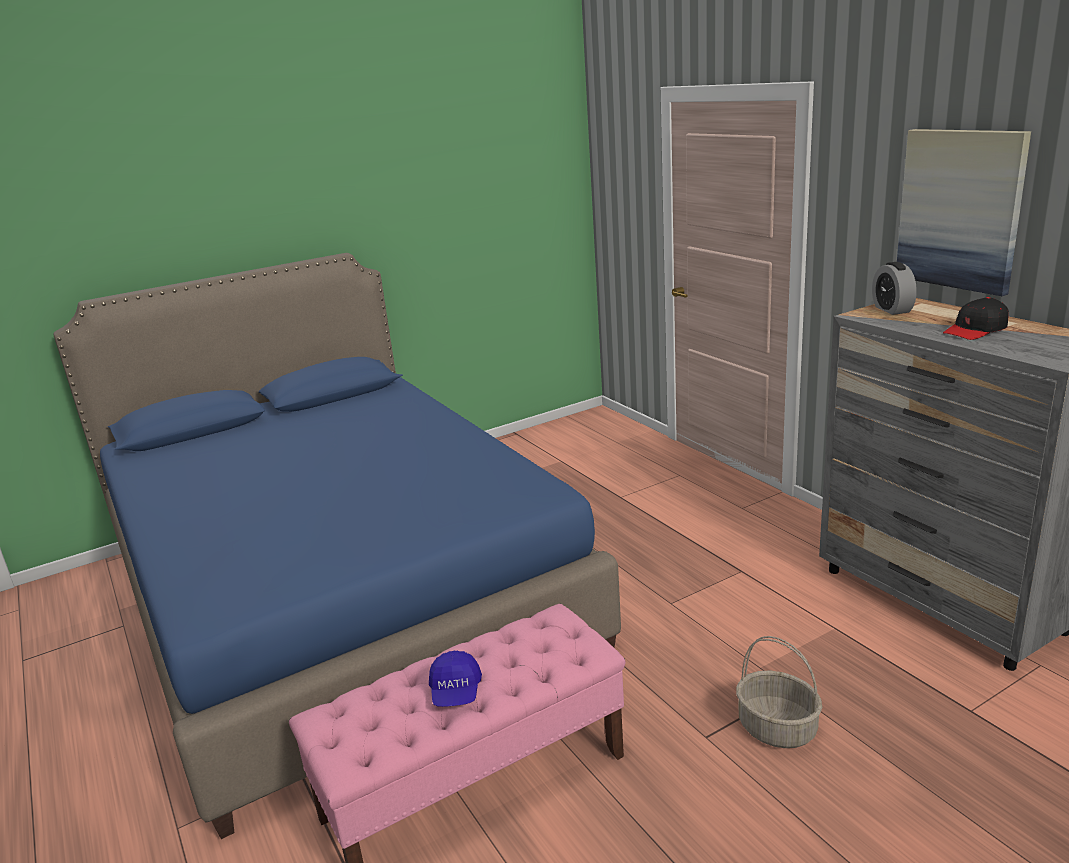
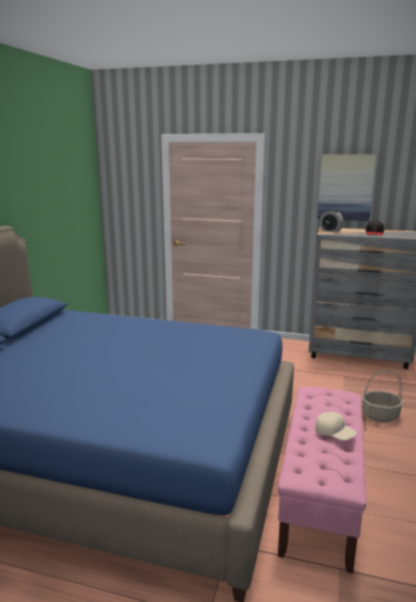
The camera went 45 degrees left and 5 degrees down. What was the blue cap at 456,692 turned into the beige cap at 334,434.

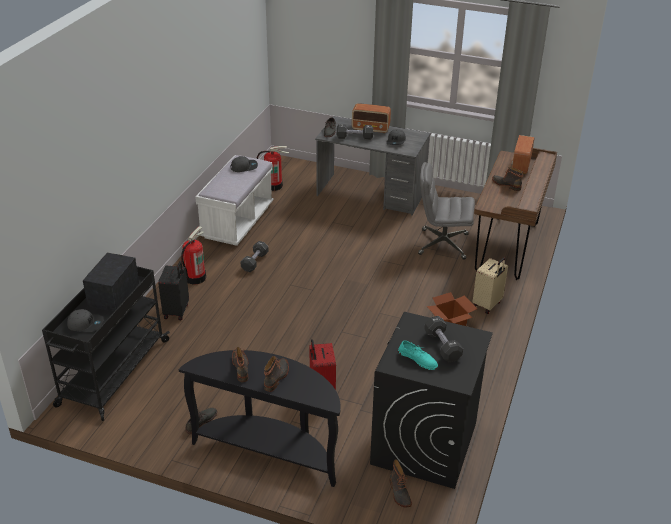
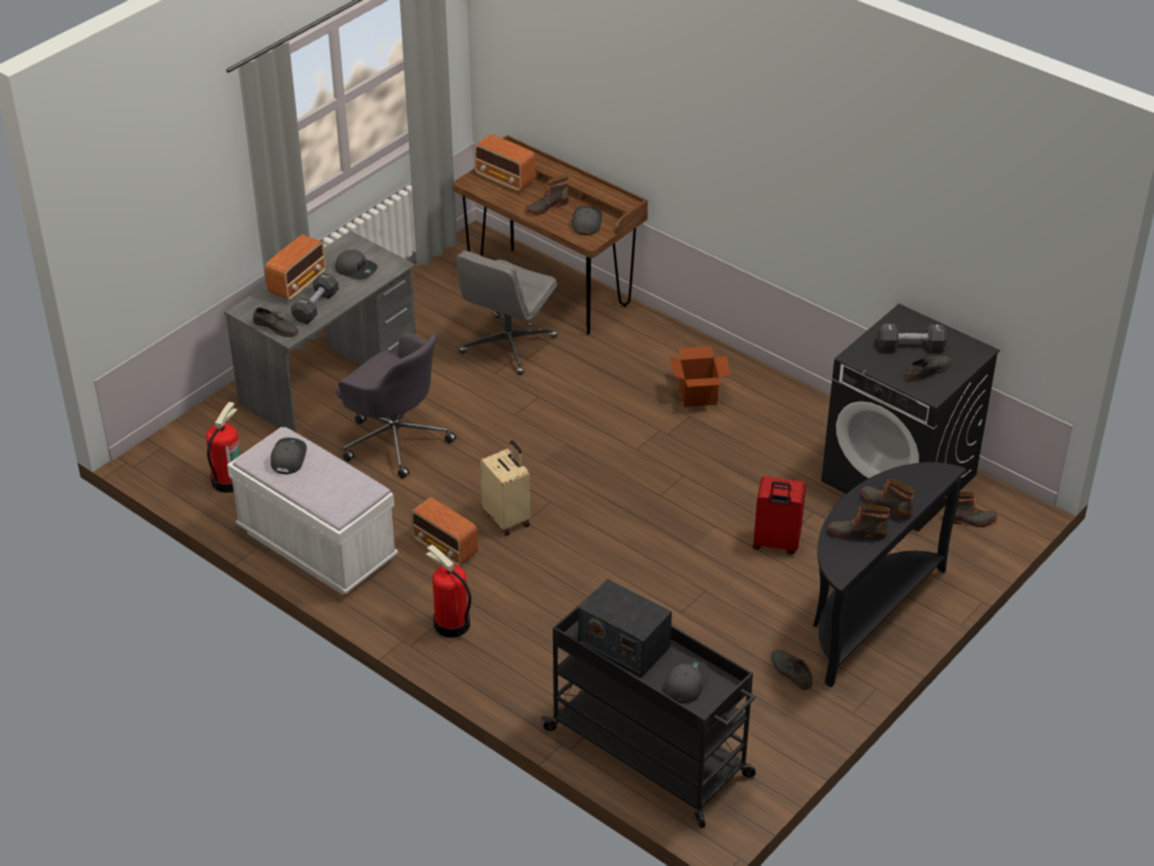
The camera went 70 degrees left and 5 degrees up. The second view lost the black suitcase at 177,311. The second view gained the grey office chair at 395,439. The second view gained the grey cap at 586,223. The beige suitcase ended up elsewhere, having gone from 487,305 to 507,518. Where the black dumbbell stood at 255,262, the radio came to stand at 445,548. What was the turquoise shoe at 418,359 turned into the grey shoe at 927,370.

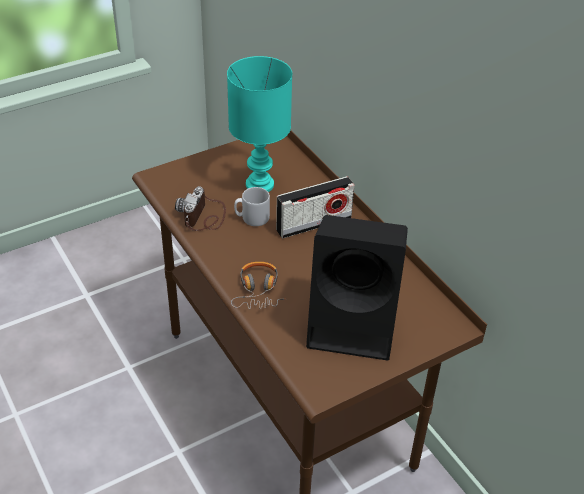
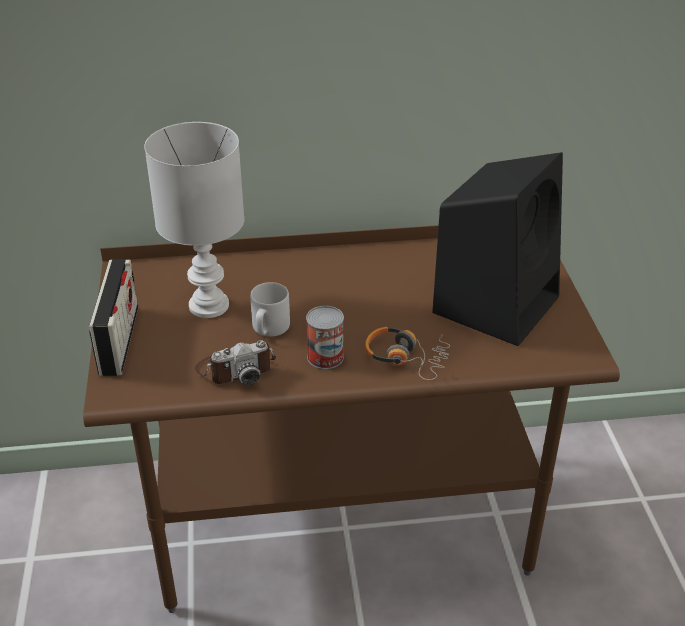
The camera went 65 degrees left and 5 degrees down. The second view gained the can at 325,357. The radio ended up elsewhere, having gone from 314,224 to 119,340. What was the turquoise table lamp at 258,185 turned into the white table lamp at 209,307. The photo camera at 204,216 ended up facing another way, 60 degrees counterclockwise from before.

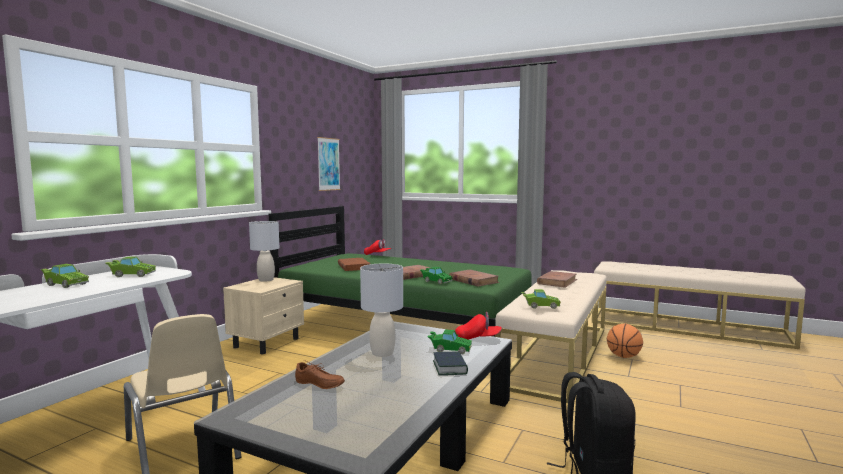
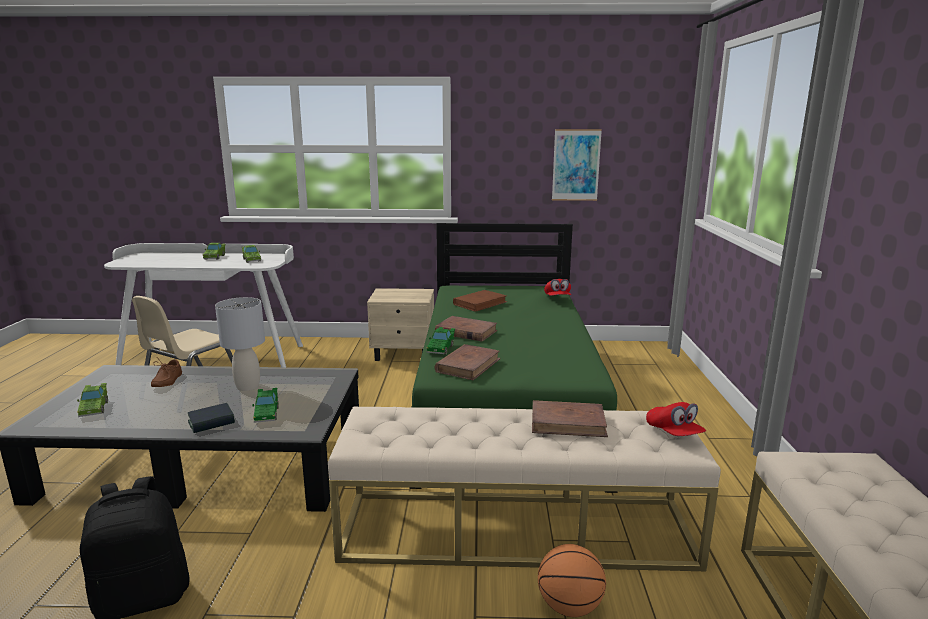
The camera went 65 degrees right and 10 degrees up. The second view lost the grey table lamp at 265,280. The red cap ended up elsewhere, having gone from 478,339 to 674,433. The green toy car ended up elsewhere, having gone from 540,306 to 94,408.

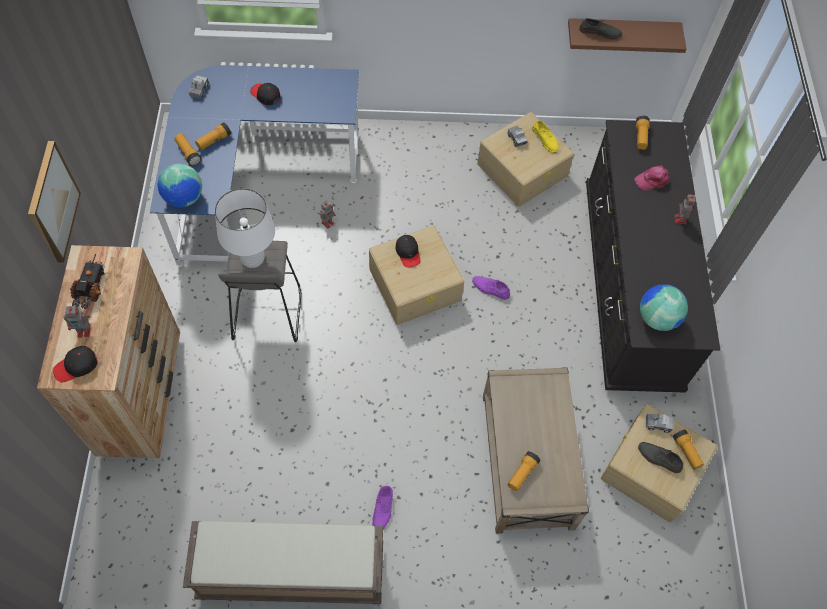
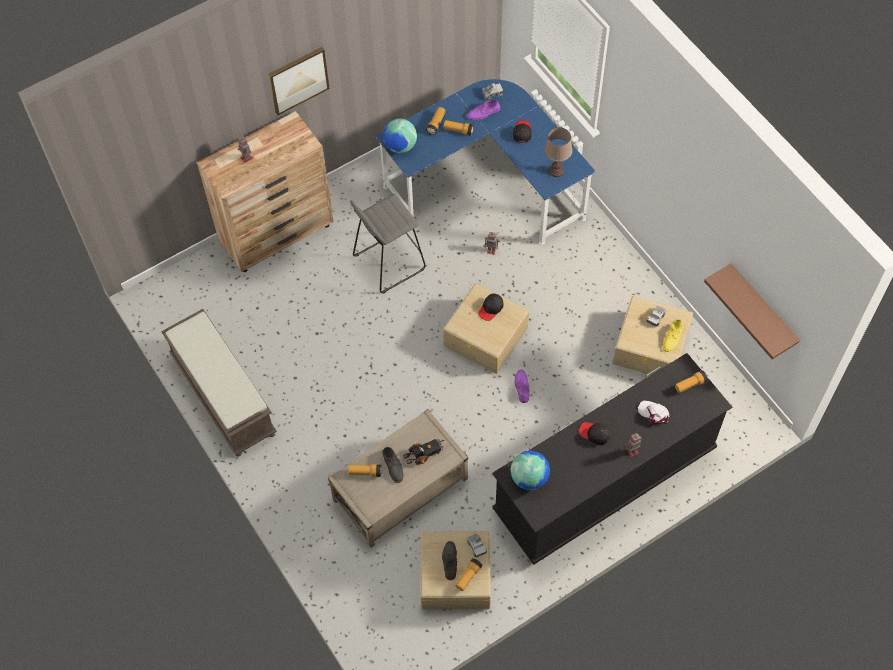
The camera went 60 degrees right and 0 degrees up. The second view lost the white table lamp at 252,258. The second view gained the brown table lamp at 556,170. The black cap ended up elsewhere, having gone from 76,366 to 594,434. The toy truck ended up elsewhere, having gone from 91,288 to 424,454. The purple shoe ended up elsewhere, having gone from 383,509 to 483,113. The grey shoe ended up elsewhere, having gone from 600,32 to 393,465. What was the pink cap at 652,180 turned into the white cap at 654,413.

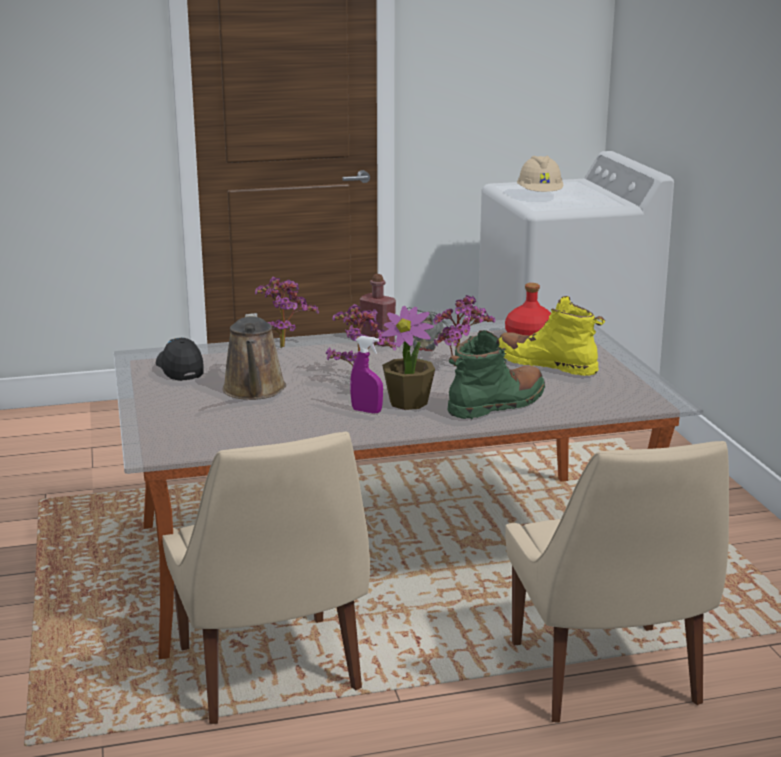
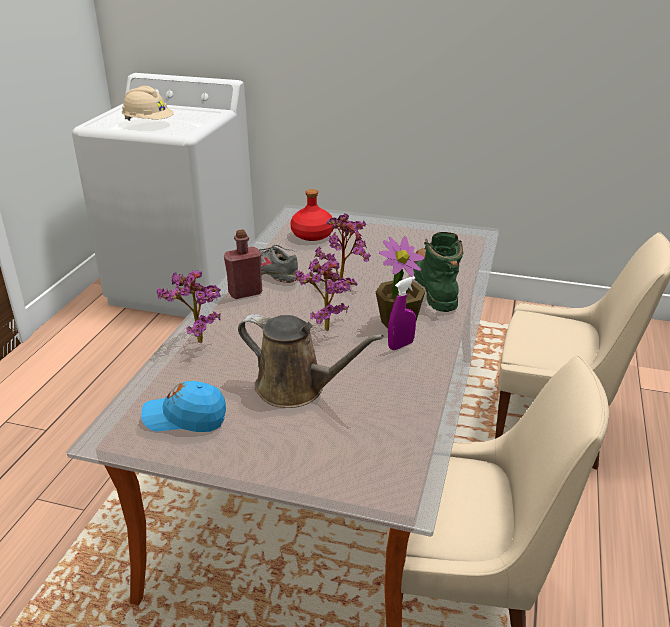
The camera went 60 degrees left and 10 degrees up. The second view lost the yellow boot at 546,365. What was the black cap at 180,369 turned into the blue cap at 185,418.

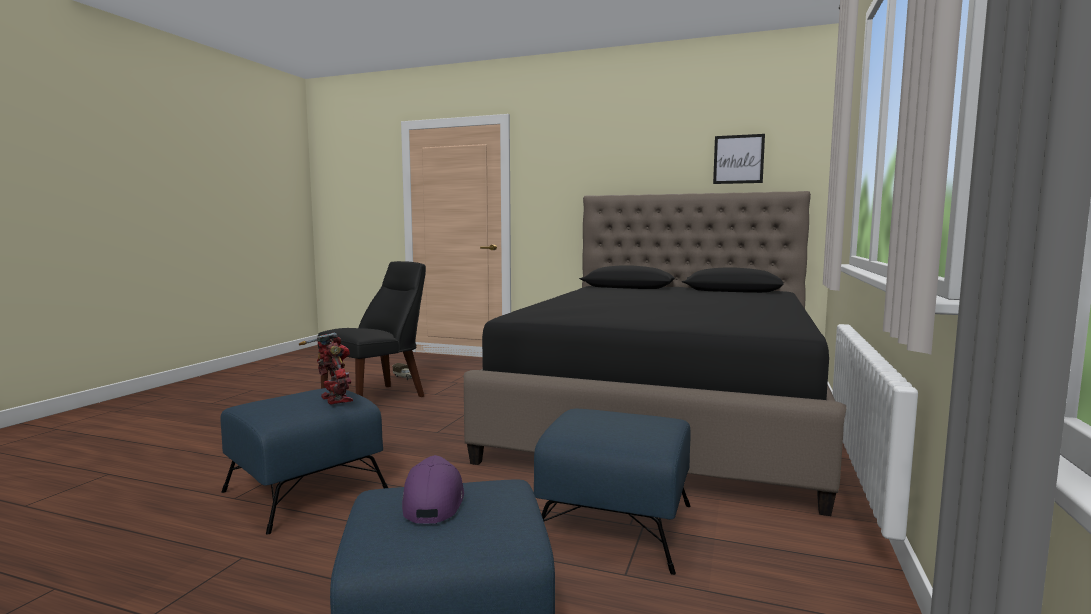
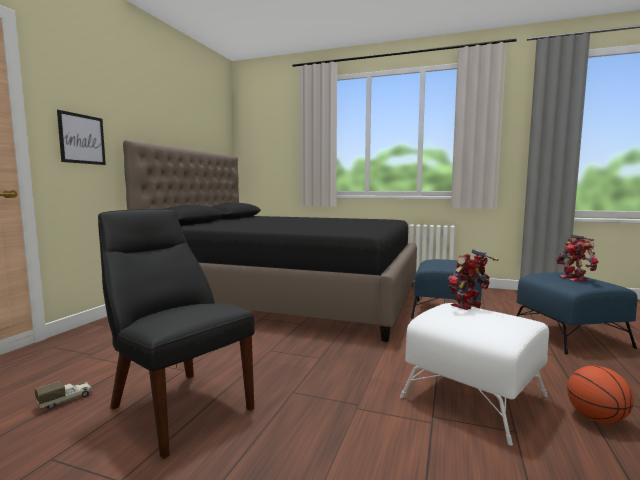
The camera went 90 degrees left and 0 degrees up. The second view gained the basketball at 596,418. The picture ended up elsewhere, having gone from 738,159 to 82,139. Where the purple cap stood at 432,501, the toy robot came to stand at 574,278. What was the blue ottoman at 304,491 turned into the white ottoman at 474,397.

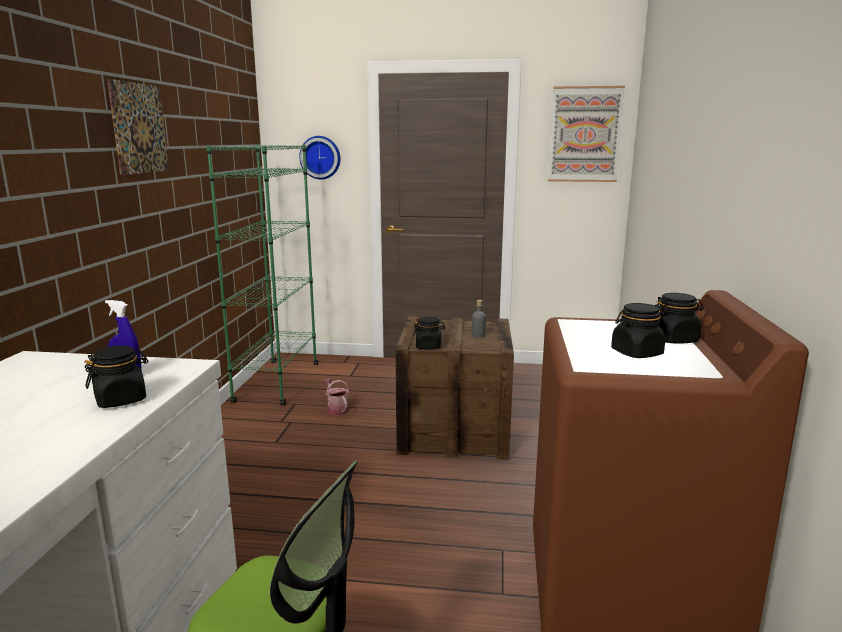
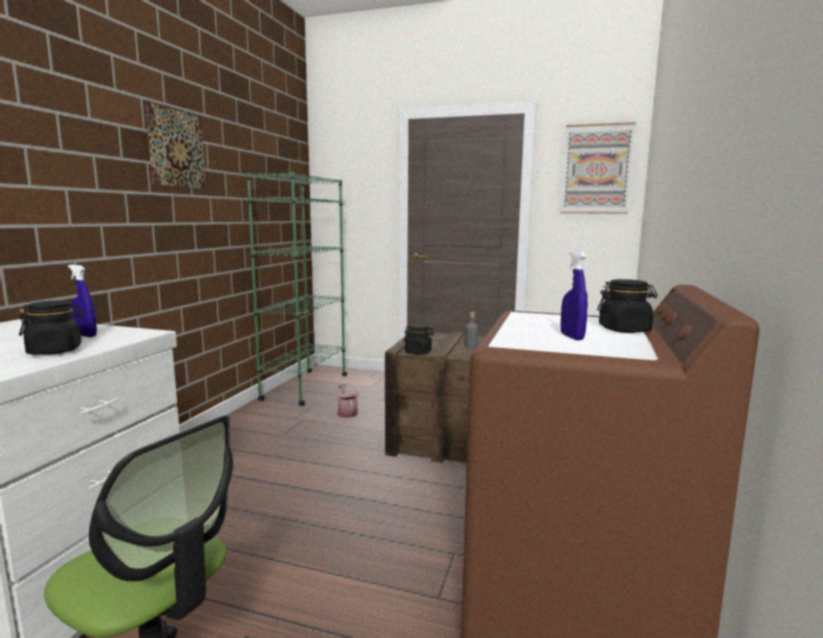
The camera went 10 degrees right and 5 degrees down. The second view lost the wall clock at 321,157. Where the black jar stood at 636,353, the blue spray bottle came to stand at 572,337.

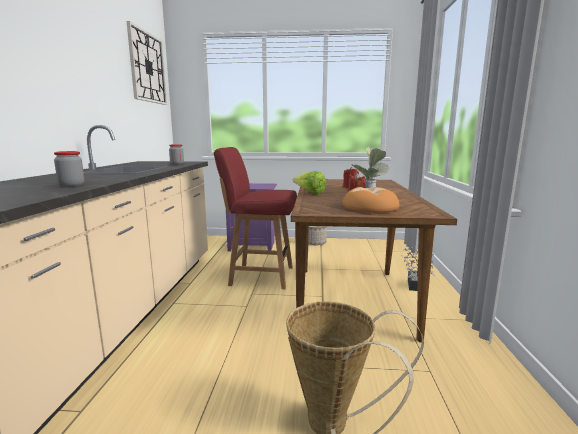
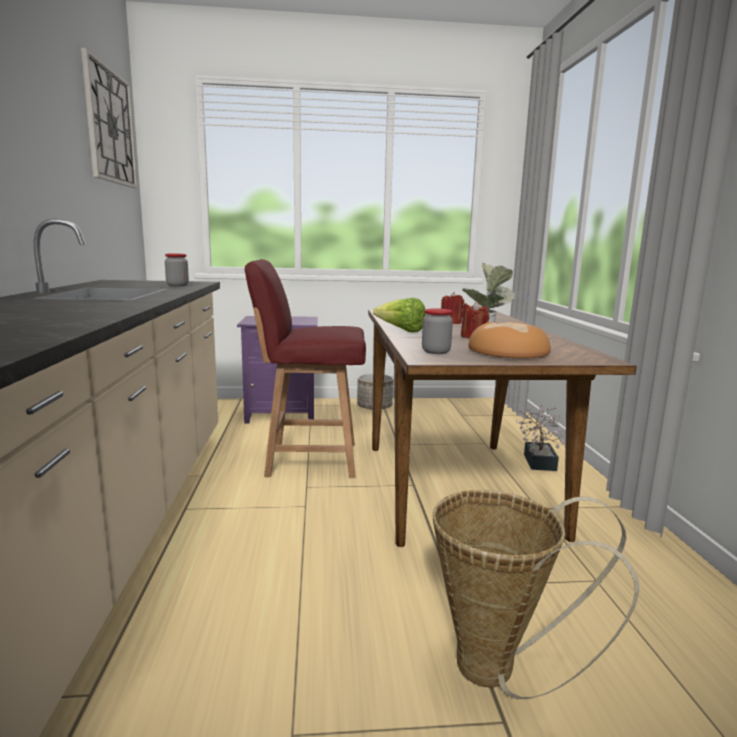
The camera went 10 degrees left and 0 degrees up. The jar ended up elsewhere, having gone from 72,185 to 436,352.

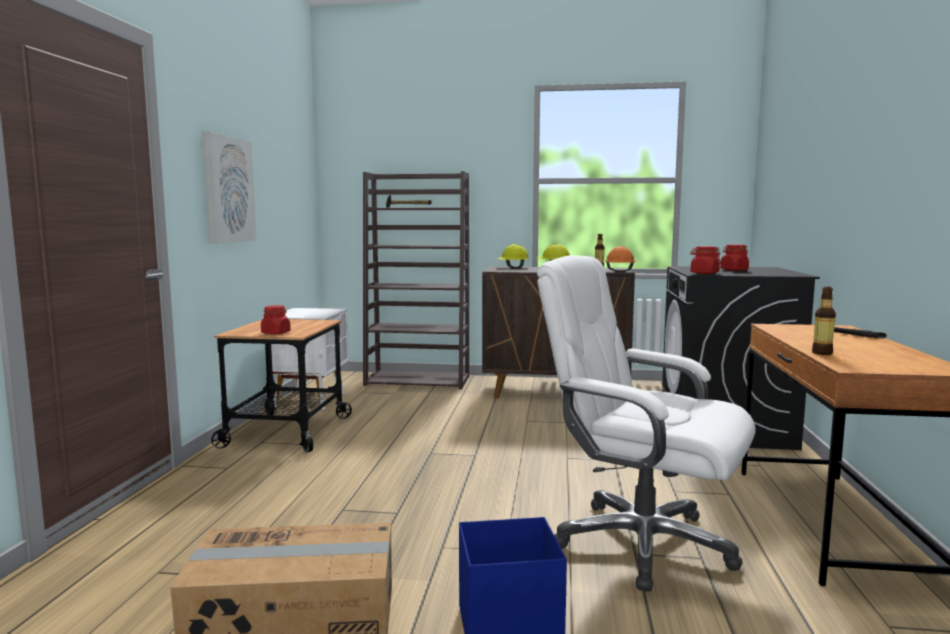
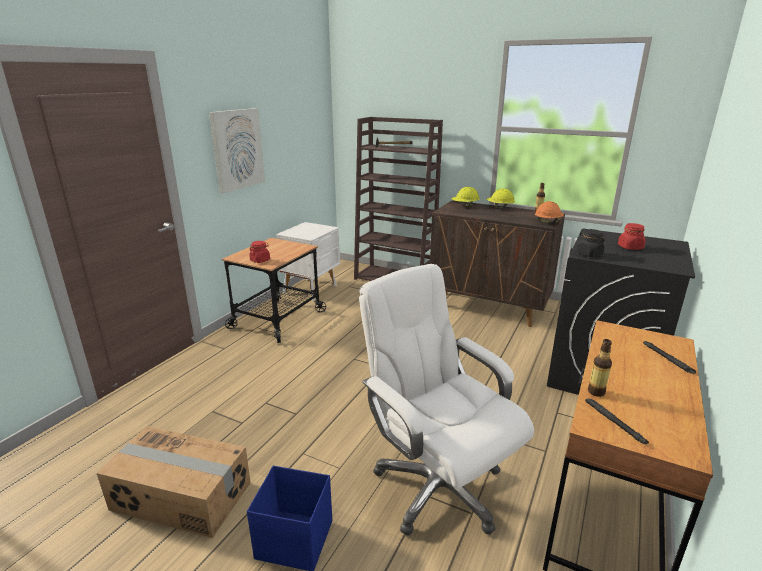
The camera went 20 degrees right and 15 degrees up. The second view gained the black flashlight at 614,423. What was the red jar at 704,273 turned into the black jar at 589,254.

